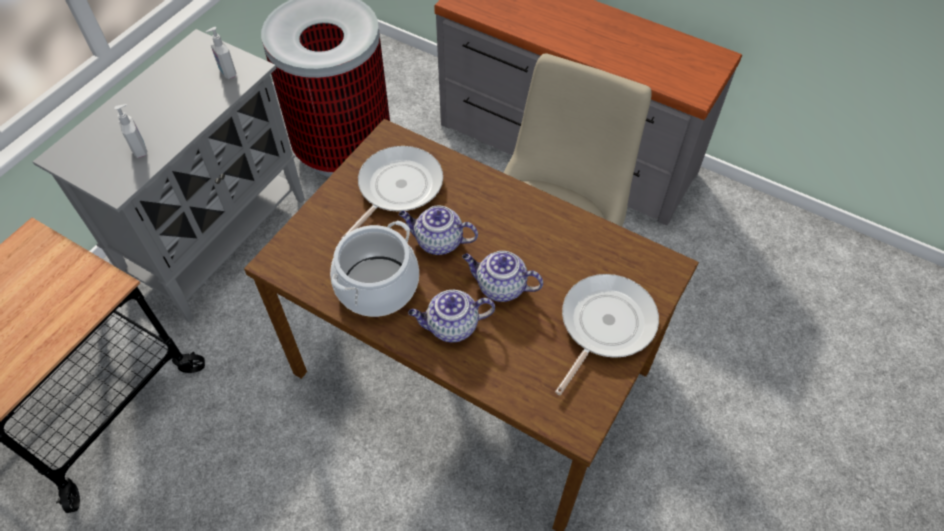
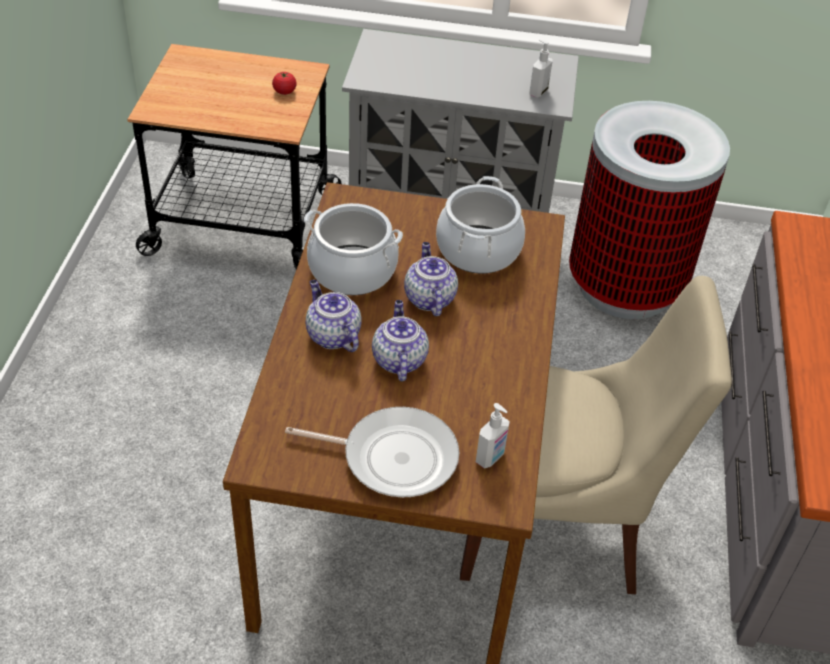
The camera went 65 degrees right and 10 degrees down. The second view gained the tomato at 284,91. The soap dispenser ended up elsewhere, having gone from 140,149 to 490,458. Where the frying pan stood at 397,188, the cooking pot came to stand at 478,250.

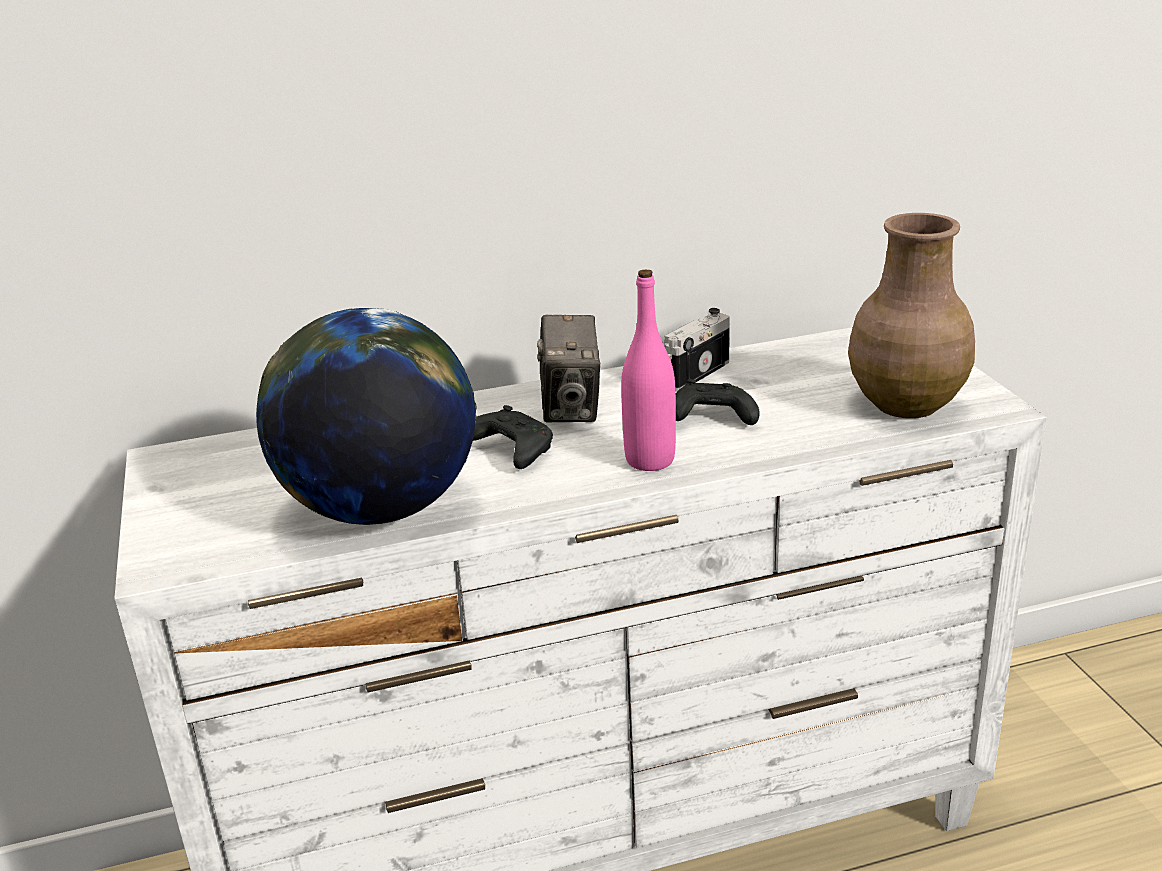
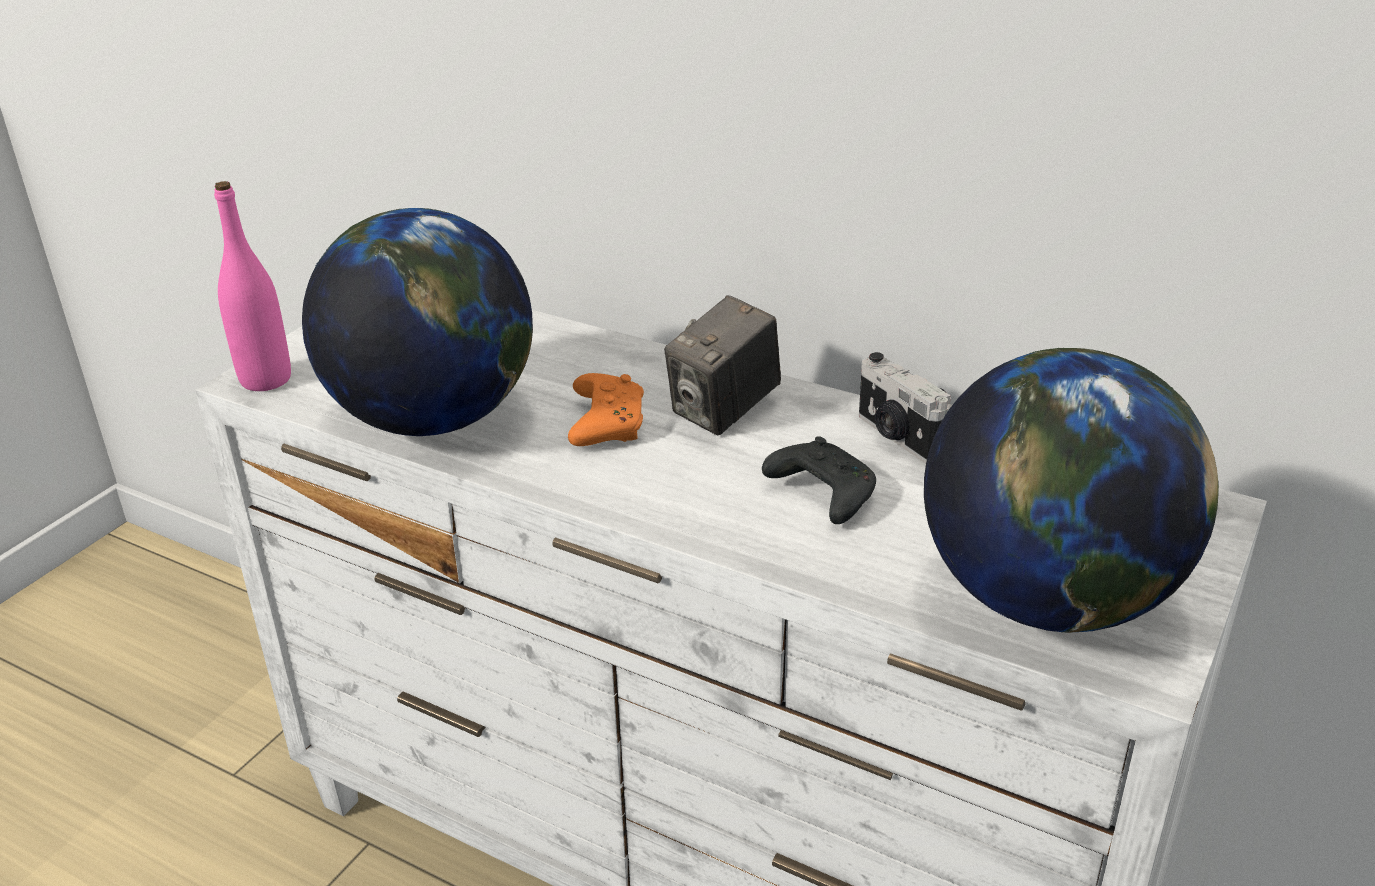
The camera went 45 degrees right and 5 degrees up. The pink bottle ended up elsewhere, having gone from 650,460 to 266,380. Where the brown vase stood at 906,403, the globe came to stand at 1048,600. What was the black game controller at 510,450 turned into the orange game controller at 606,424. The photo camera at 694,373 ended up facing another way, 120 degrees counterclockwise from before.

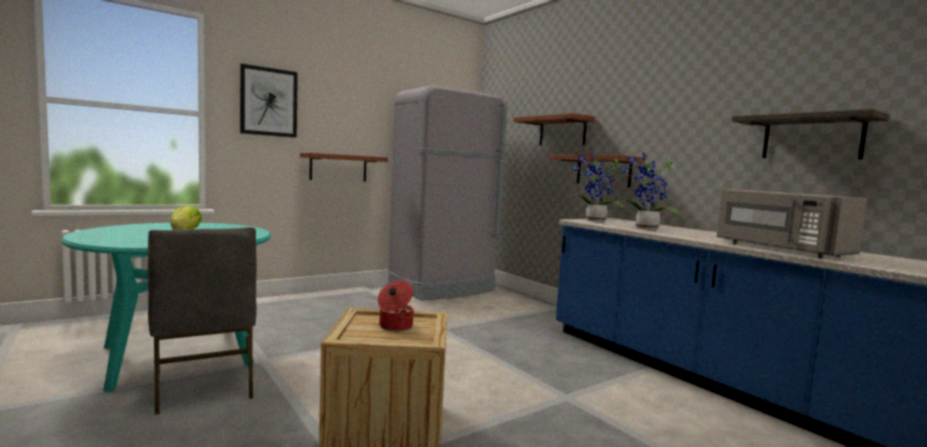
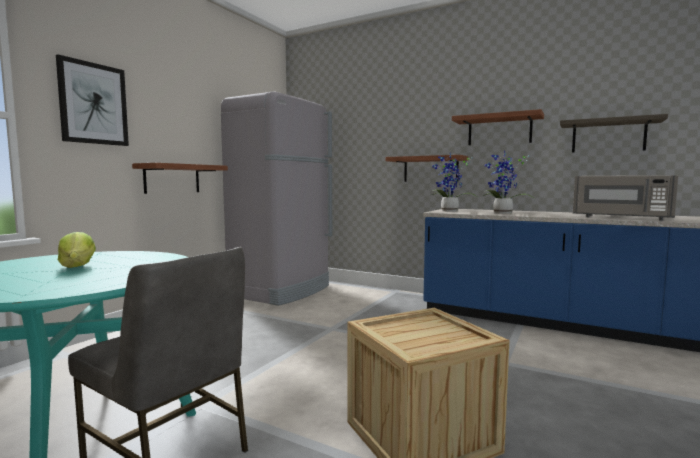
The camera went 25 degrees left and 0 degrees up. The second view lost the cooking pot at 395,326. The shelf ended up elsewhere, having gone from 562,132 to 499,130.

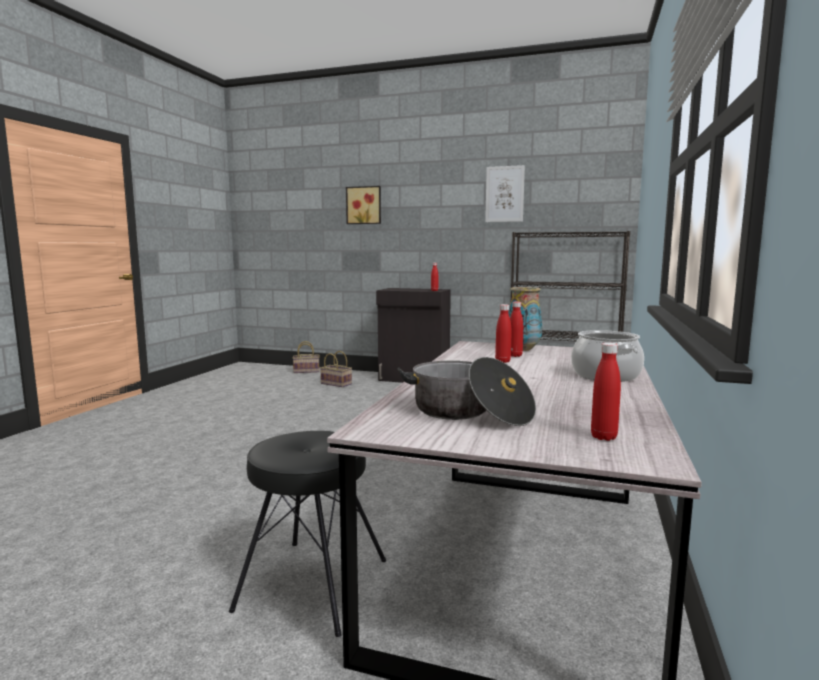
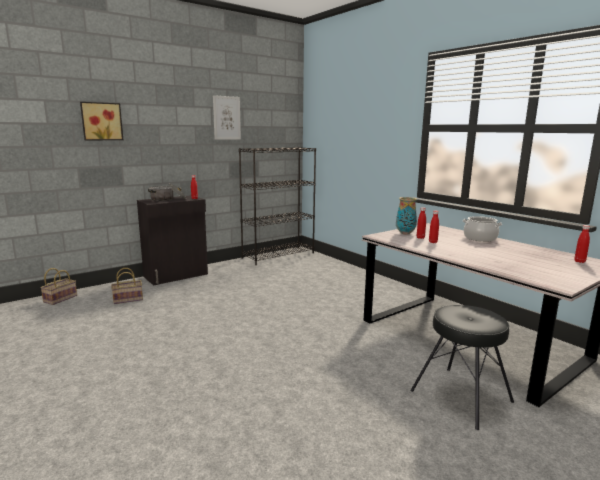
The camera went 55 degrees left and 5 degrees up. The cooking pot ended up elsewhere, having gone from 469,413 to 168,199.

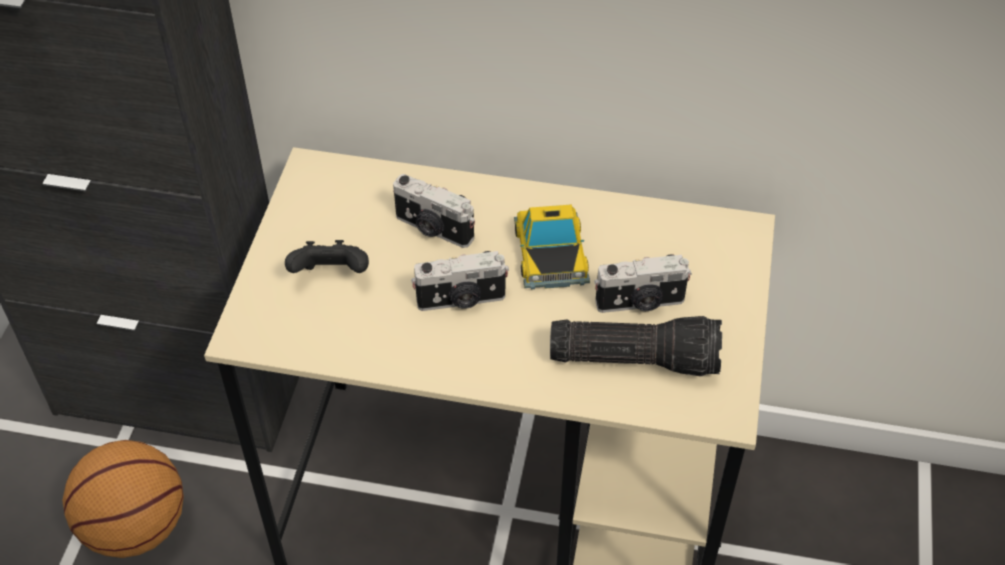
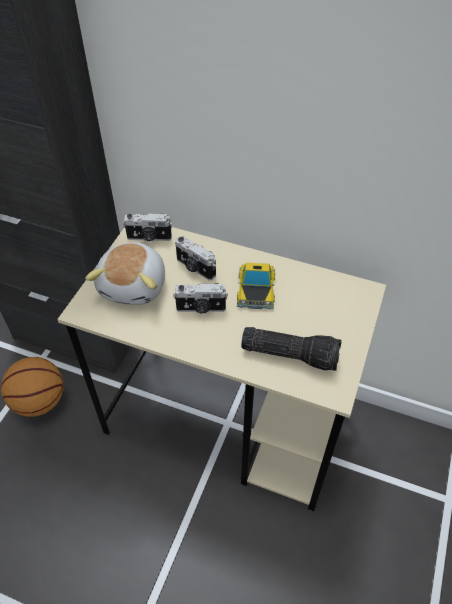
The camera went 10 degrees right and 0 degrees up. The photo camera ended up elsewhere, having gone from 640,303 to 149,238. Where the black game controller stood at 331,275, the plush toy came to stand at 134,286.

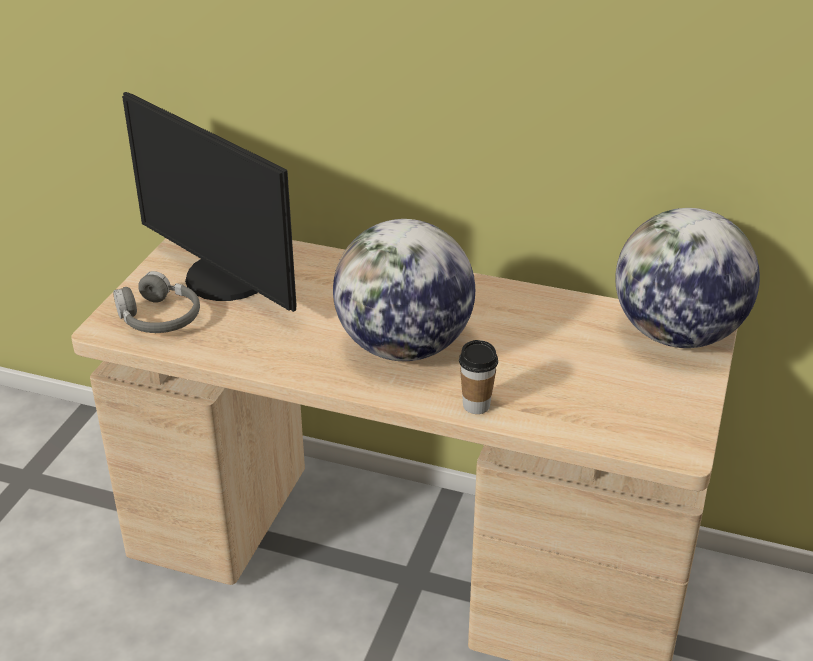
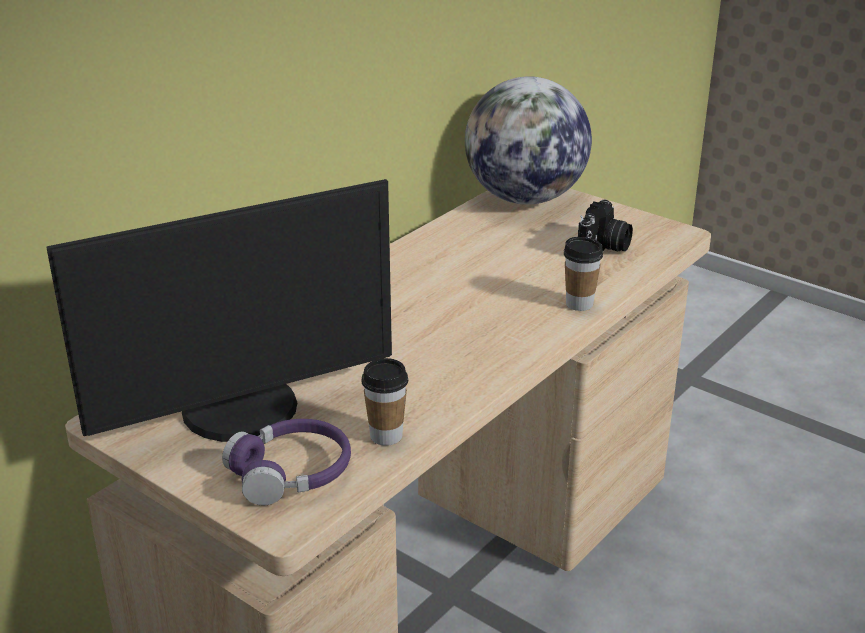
The camera went 70 degrees left and 5 degrees down. The second view lost the globe at 404,347. The second view gained the cup at 386,436. The second view gained the photo camera at 603,248. What was the grey headphones at 159,318 turned into the purple headphones at 291,473.

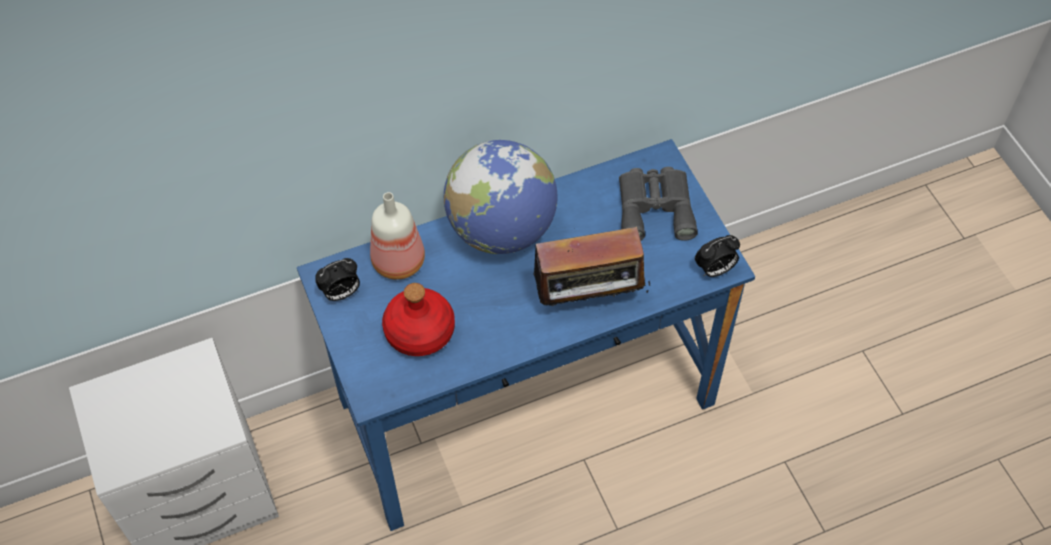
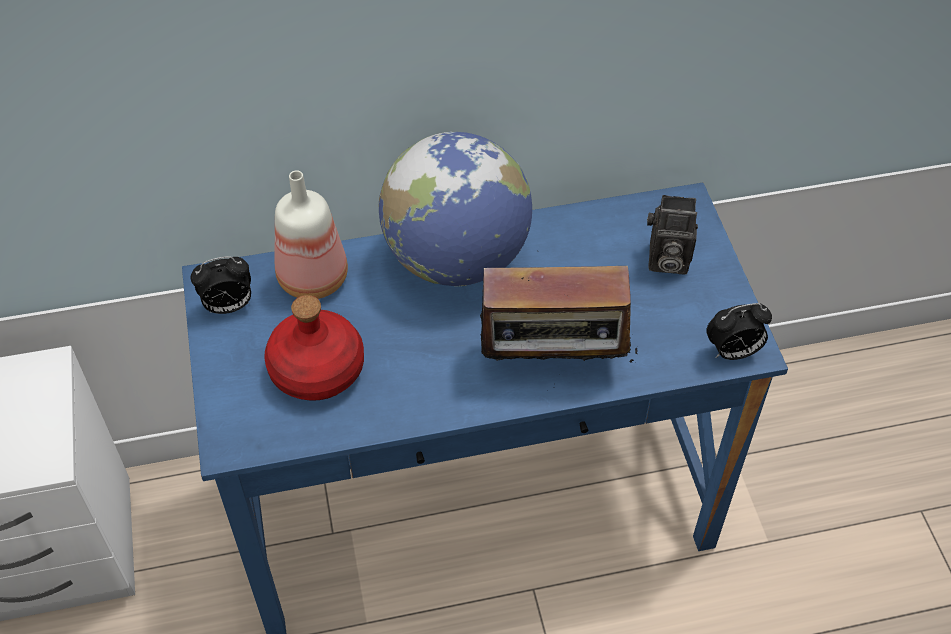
The camera went 10 degrees right and 5 degrees down. Where the grey binoculars stood at 655,206, the photo camera came to stand at 665,260.

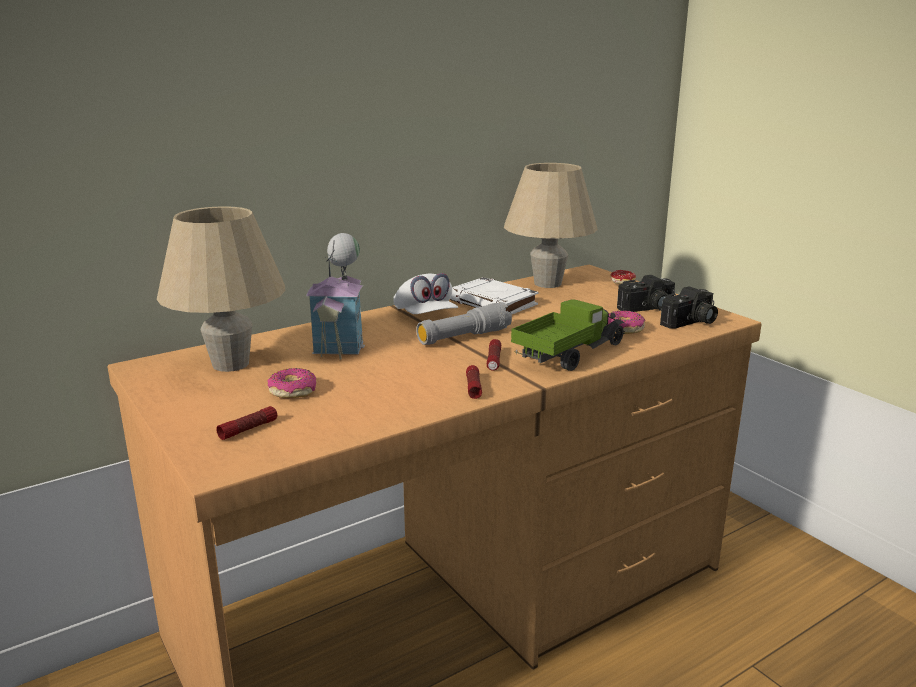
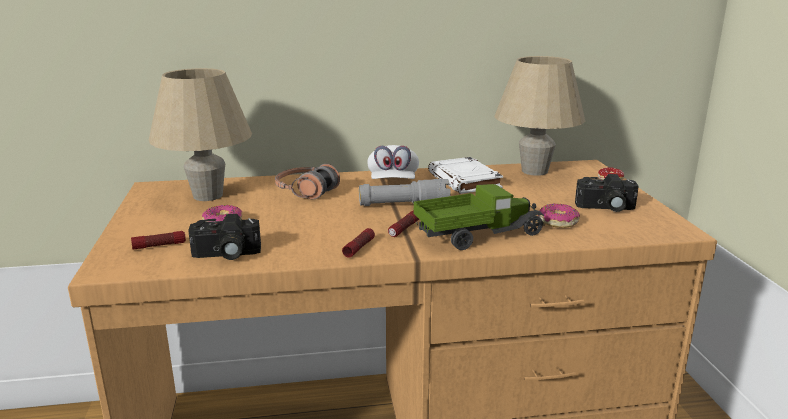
The camera went 25 degrees right and 0 degrees up. The photo camera ended up elsewhere, having gone from 690,323 to 226,255. Where the toy house stood at 342,340, the headphones came to stand at 306,191.

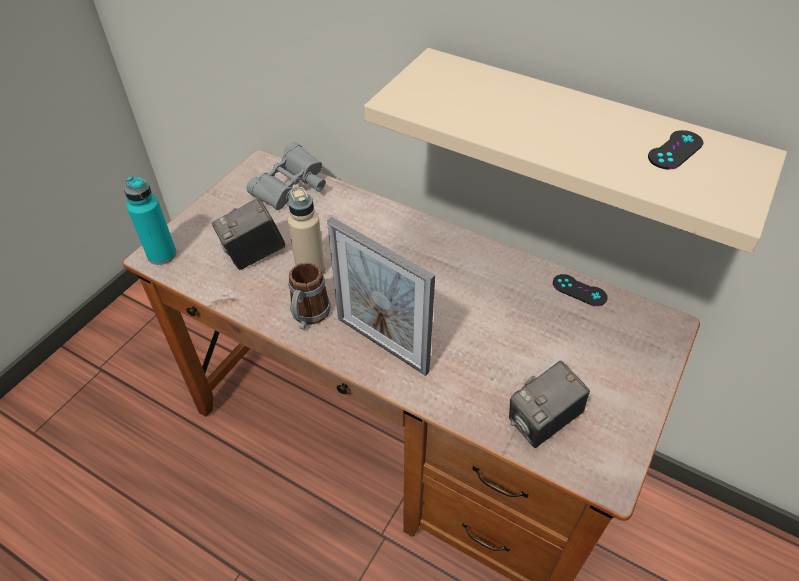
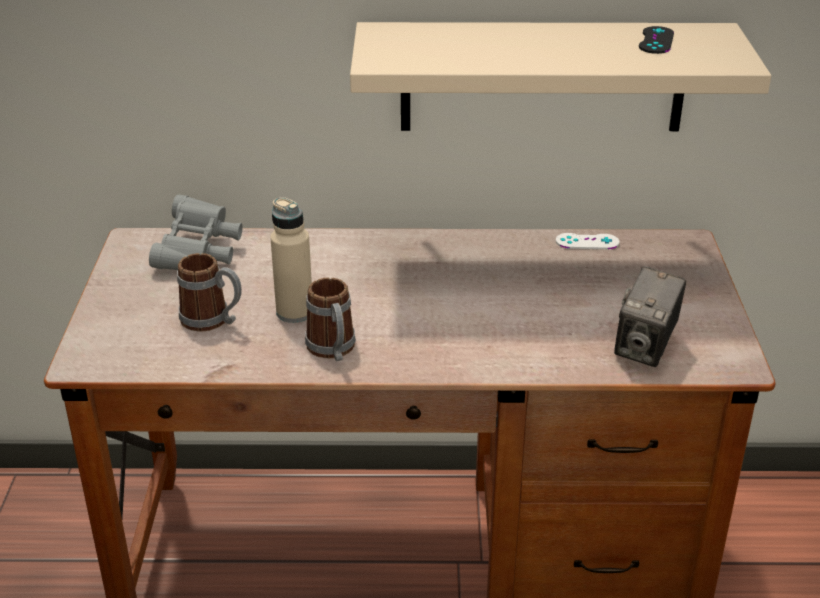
The camera went 30 degrees left and 15 degrees down. The second view lost the turquoise bottle at 162,255. The second view lost the picture frame at 382,344. Where the photo camera stood at 254,255, the mug came to stand at 213,321. What was the black game controller at 579,290 turned into the white game controller at 587,242.

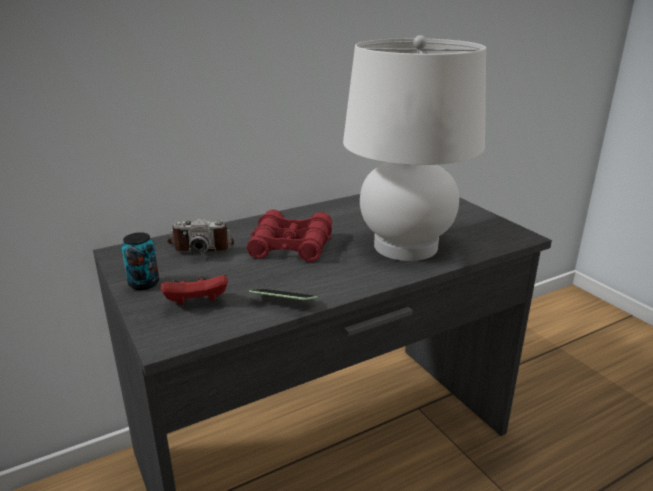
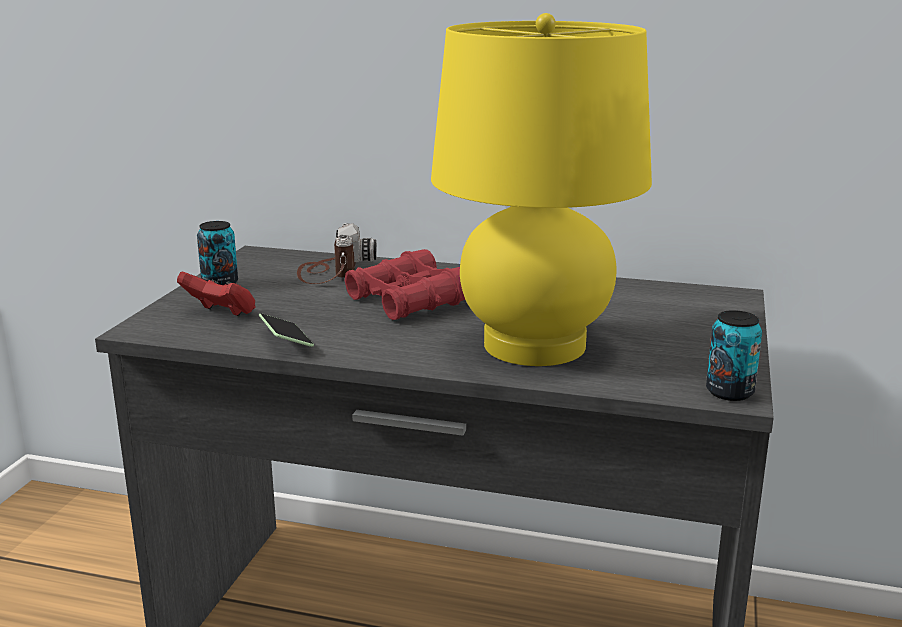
The camera went 45 degrees right and 5 degrees down. The second view gained the can at 729,392. What was the white table lamp at 405,246 turned into the yellow table lamp at 534,345. The photo camera at 202,246 ended up facing another way, 135 degrees counterclockwise from before.

